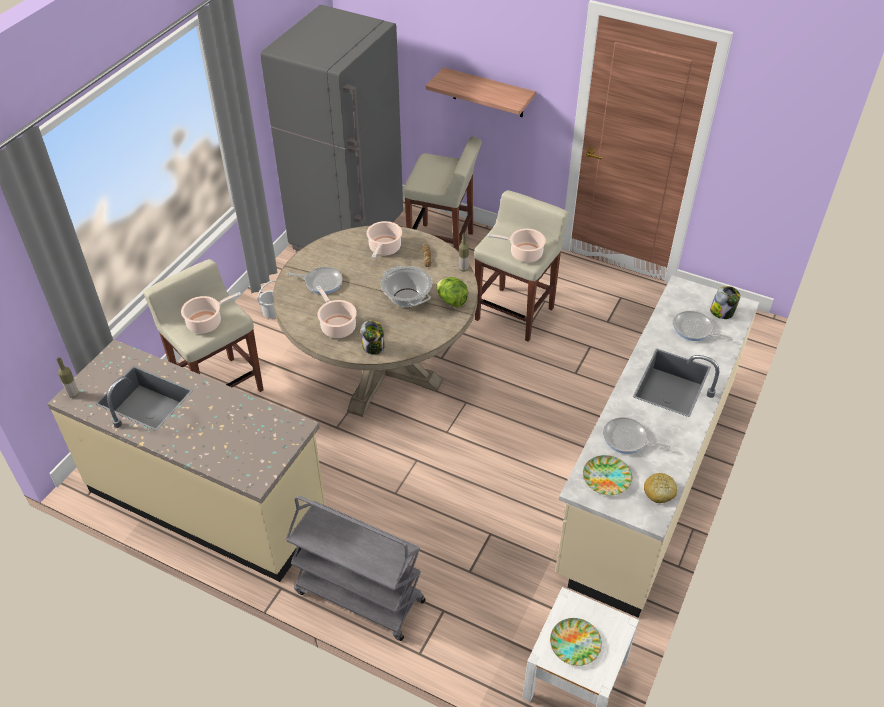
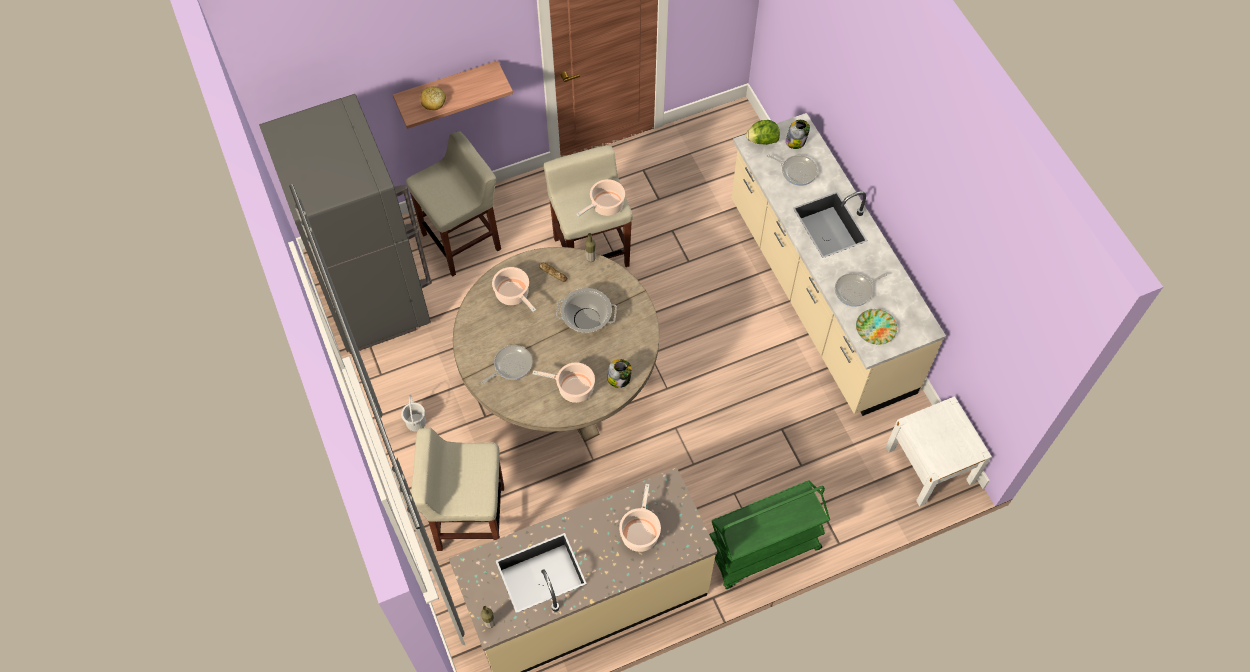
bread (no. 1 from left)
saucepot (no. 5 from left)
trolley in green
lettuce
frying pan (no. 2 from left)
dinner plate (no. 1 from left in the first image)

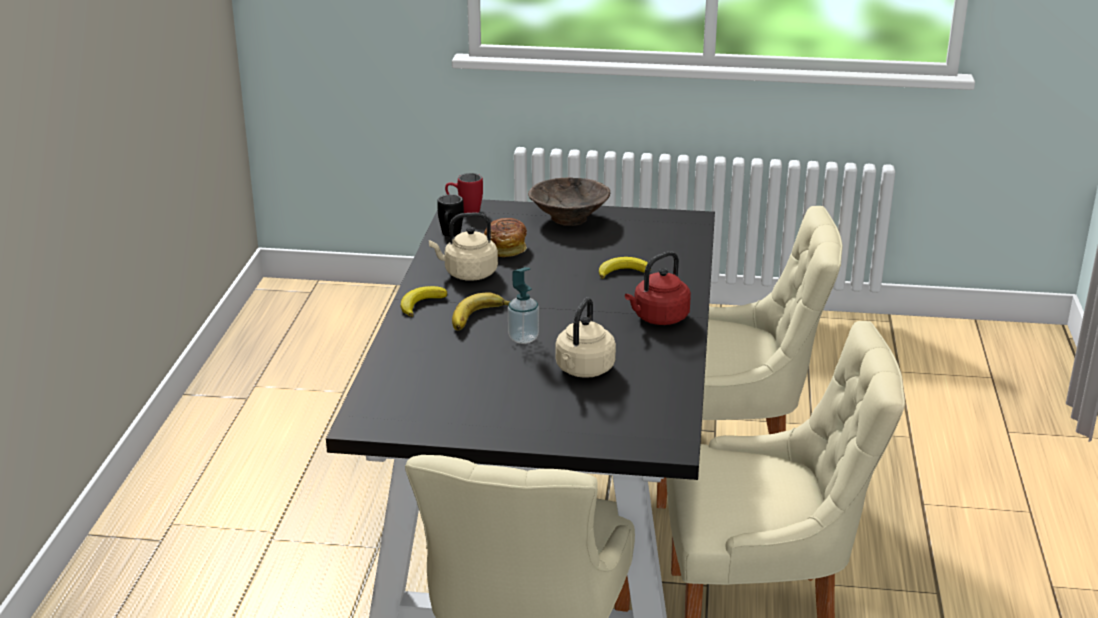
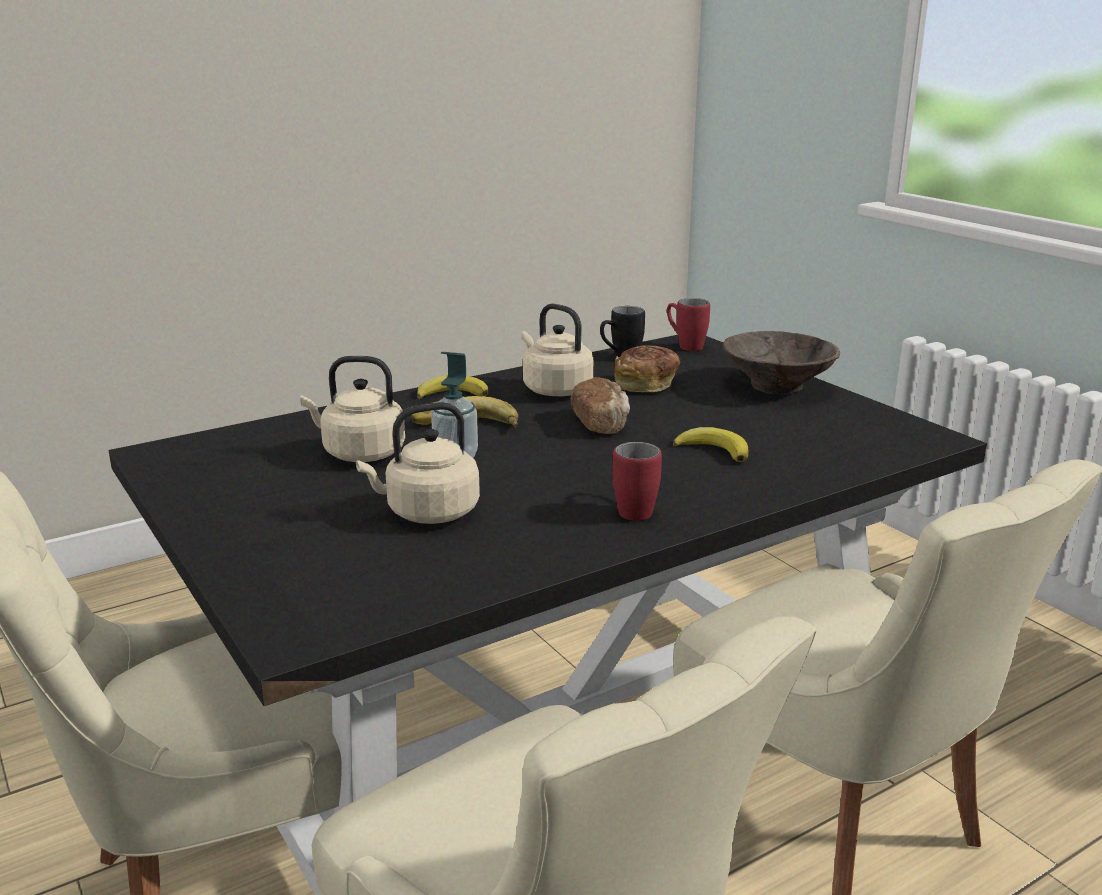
tea kettle in sand-coloured (no. 1 from left)
bread (no. 1 from left)
coffee mug in red-coloured (no. 1 from left)

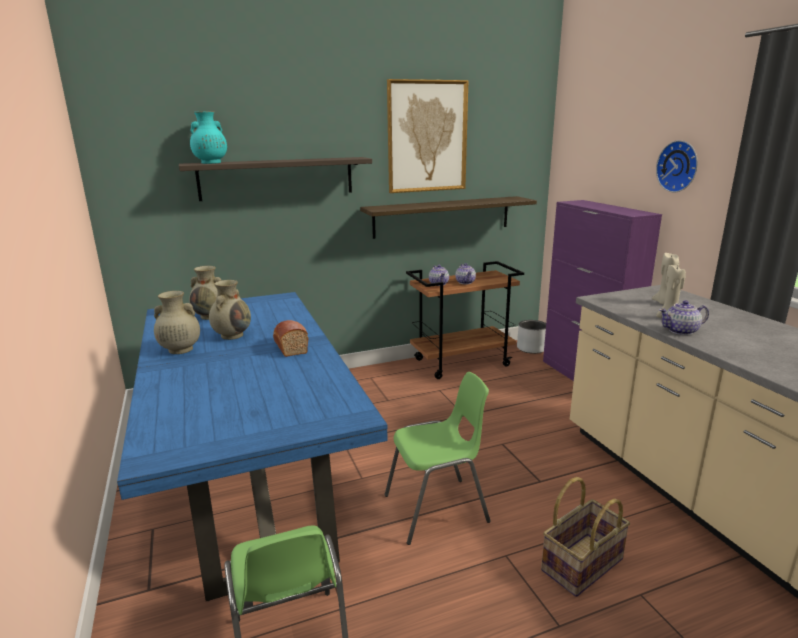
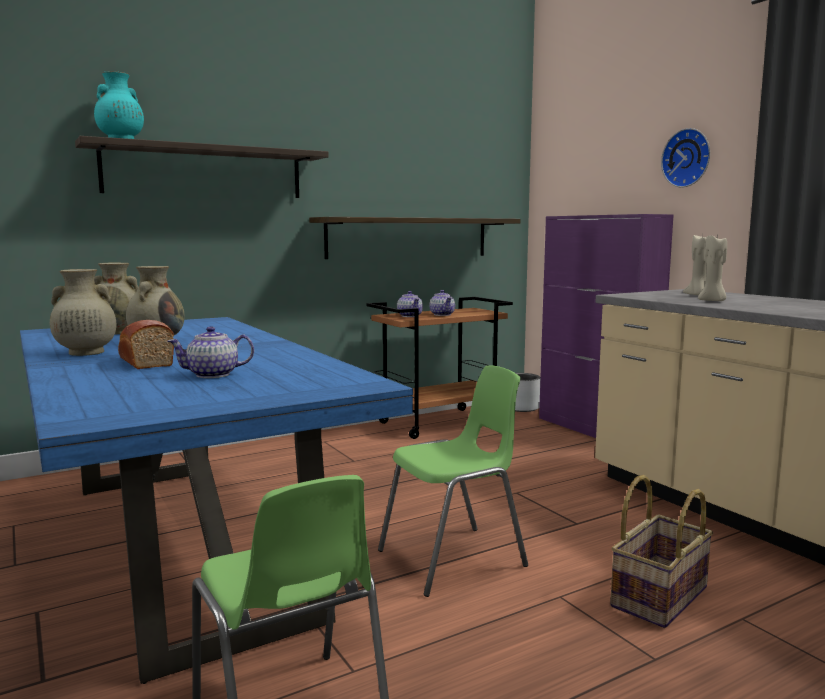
bread
tea pot (no. 1 from left)
wall picture

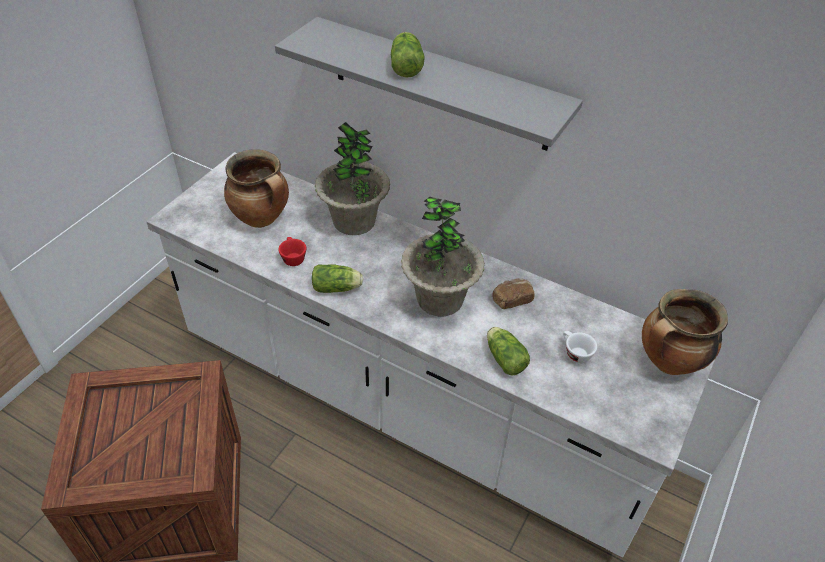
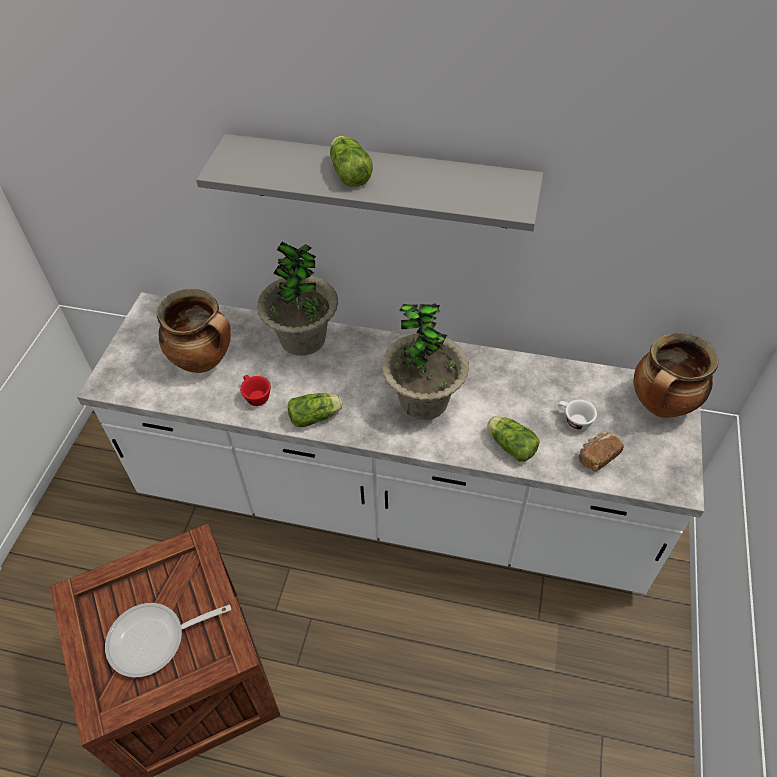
frying pan
bread

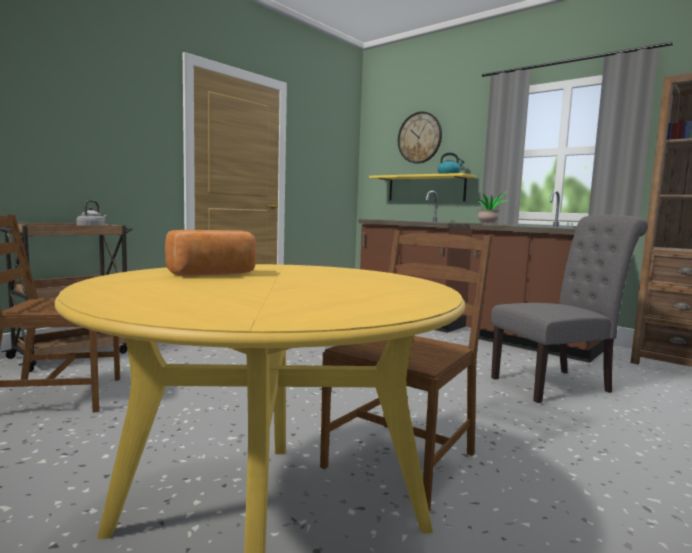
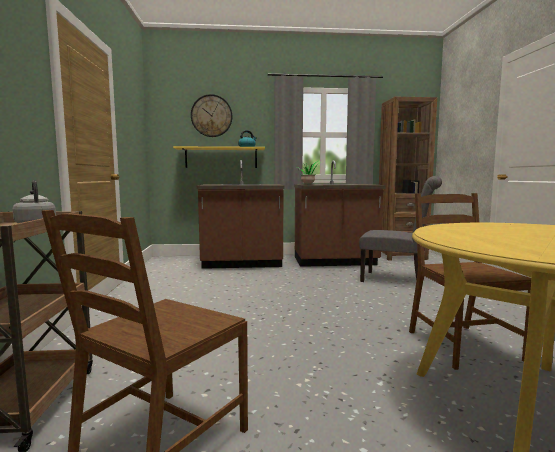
upright chair in gray
bread

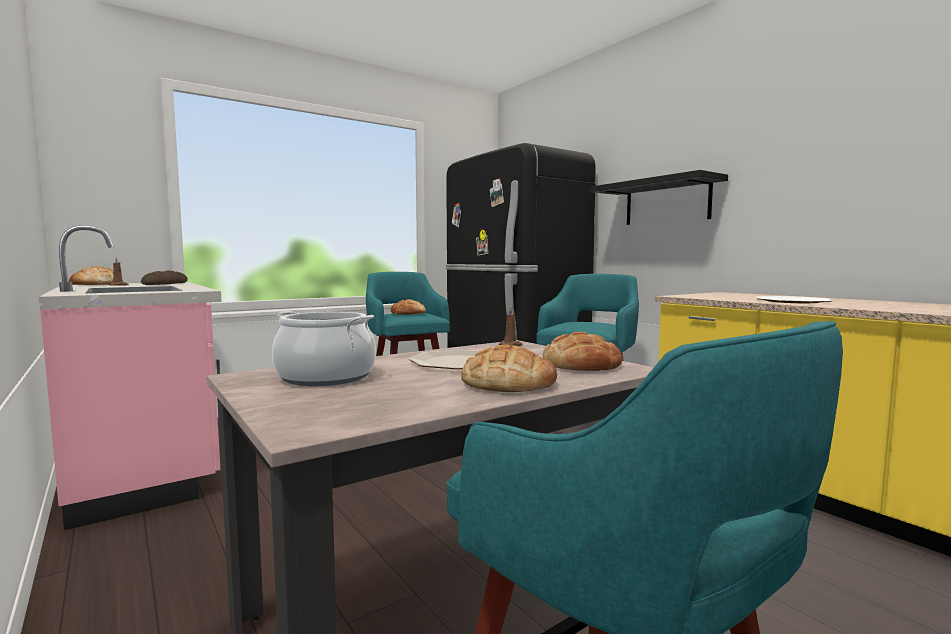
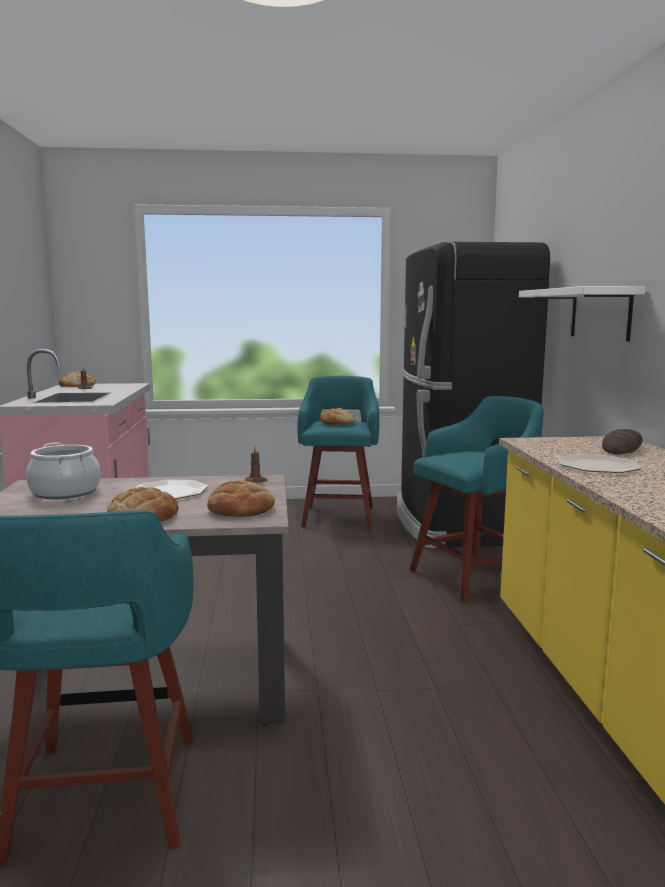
wall shelf in whitish
bread (no. 5 from left)

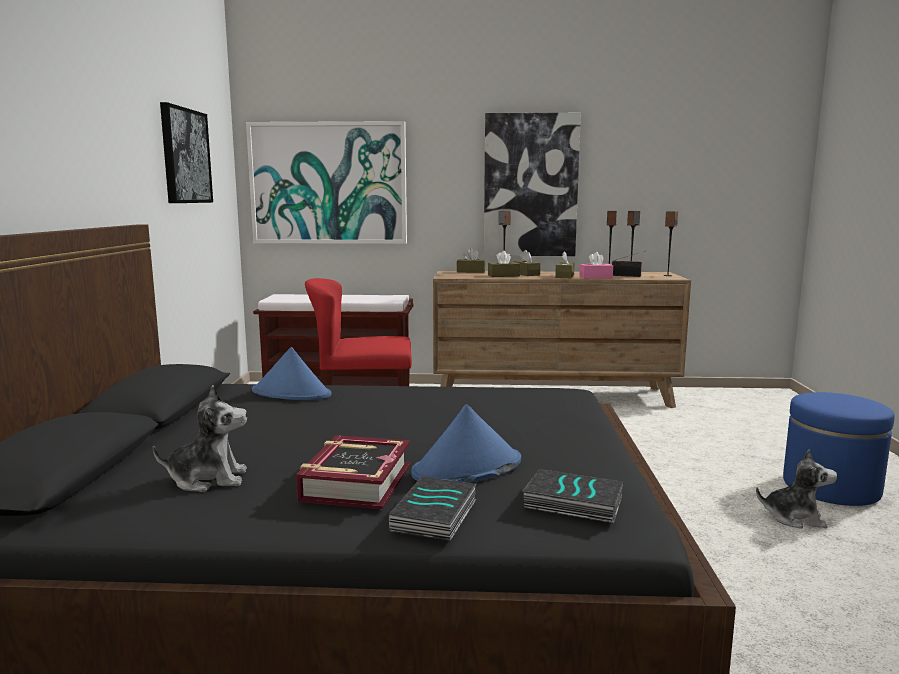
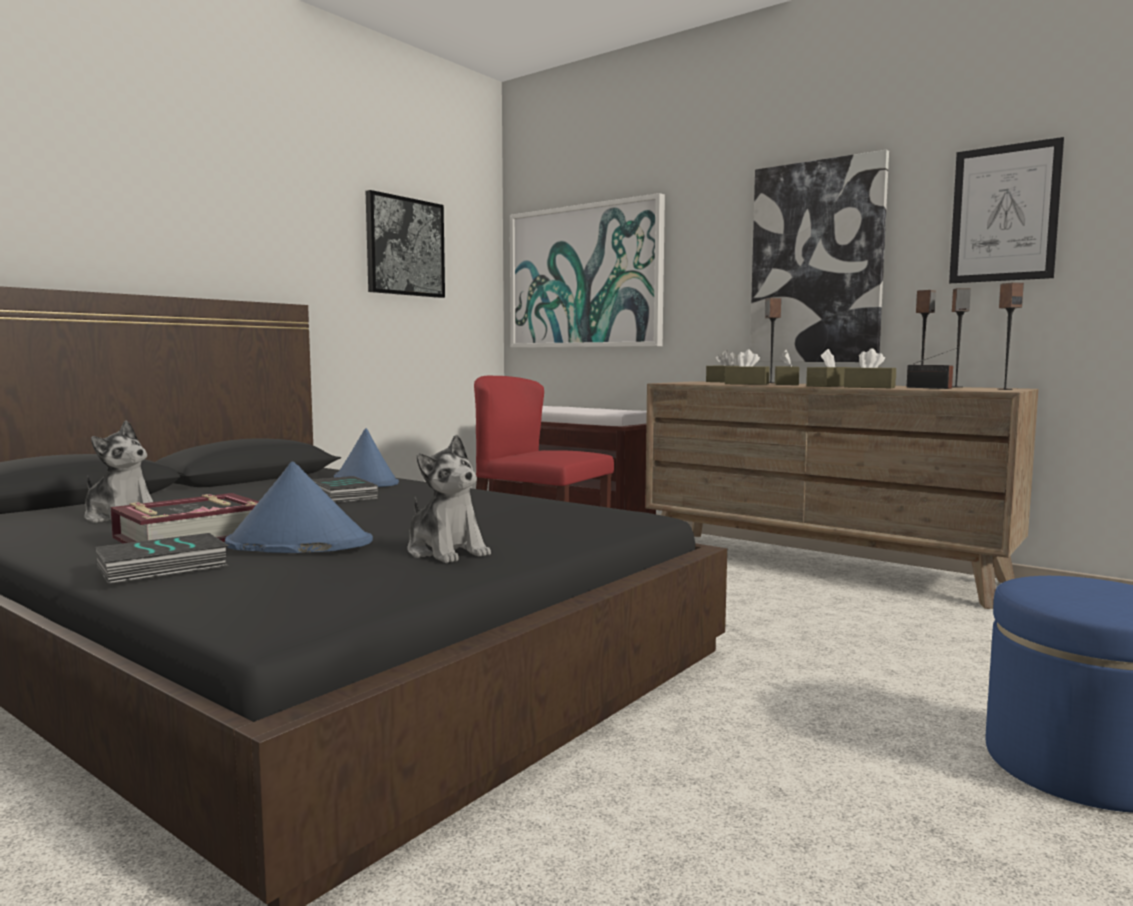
bound book (no. 3 from left)
soft toy (no. 2 from left)
tissue box in brownish (no. 5 from left)
wall picture (no. 4 from left)

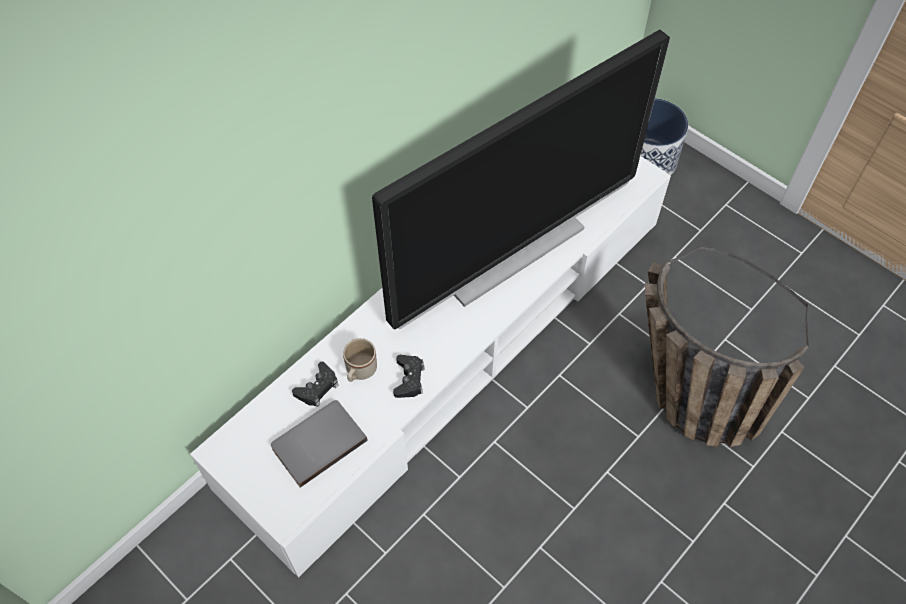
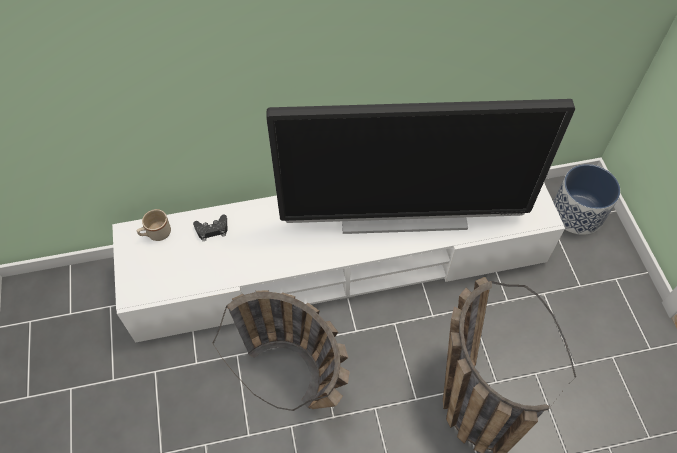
coffee mug in sand-coloured
household basket (no. 1 from left)
bound book in gray
game controller in black-coloured (no. 2 from left in the first image)

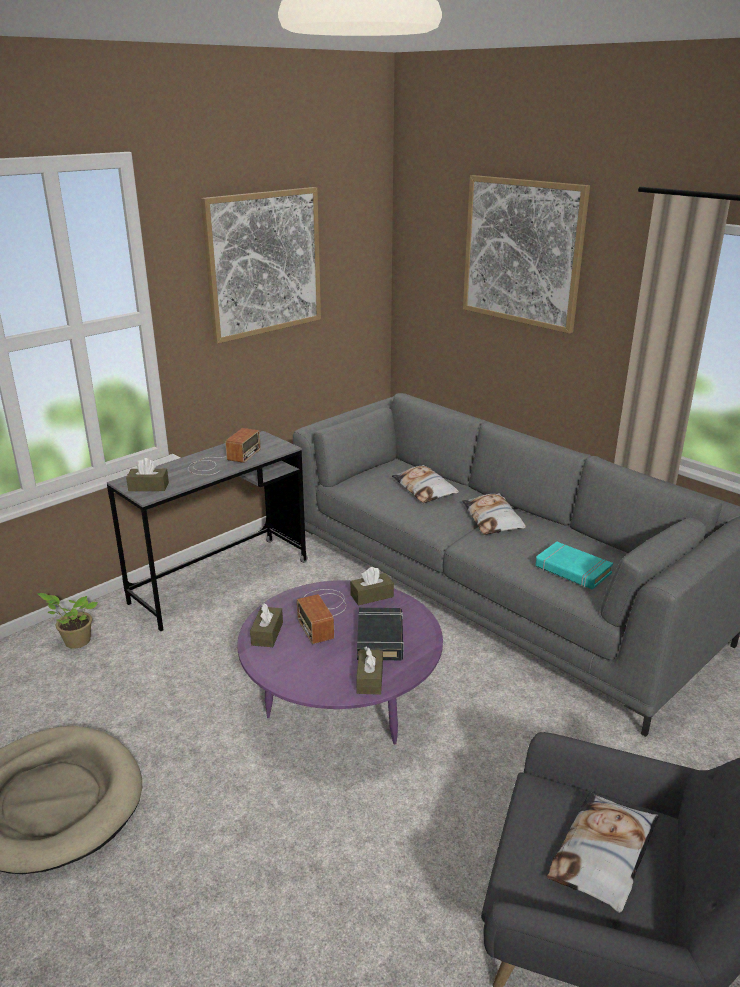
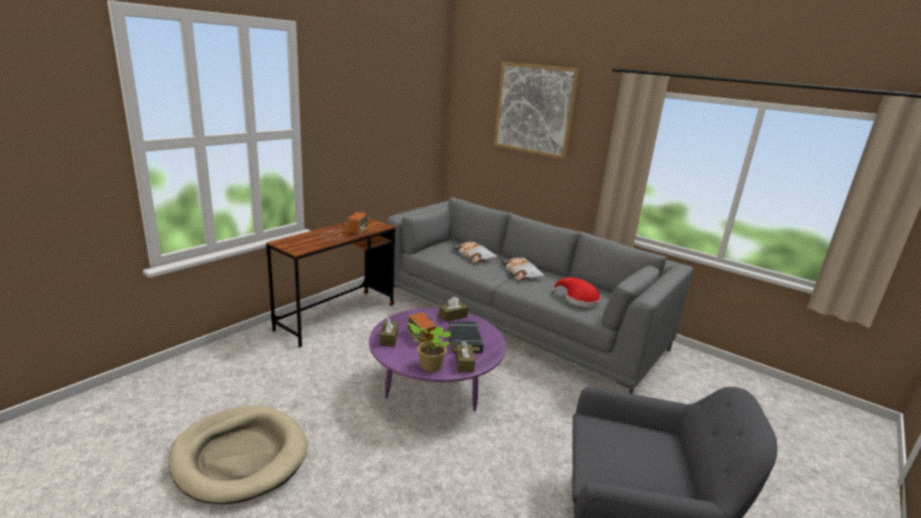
desk unit in brownish
houseplant
clothing hat in red-coloured
tissue box in brownish (no. 1 from left in the first image)
wall picture (no. 1 from left in the first image)
cushion (no. 3 from left in the first image)

